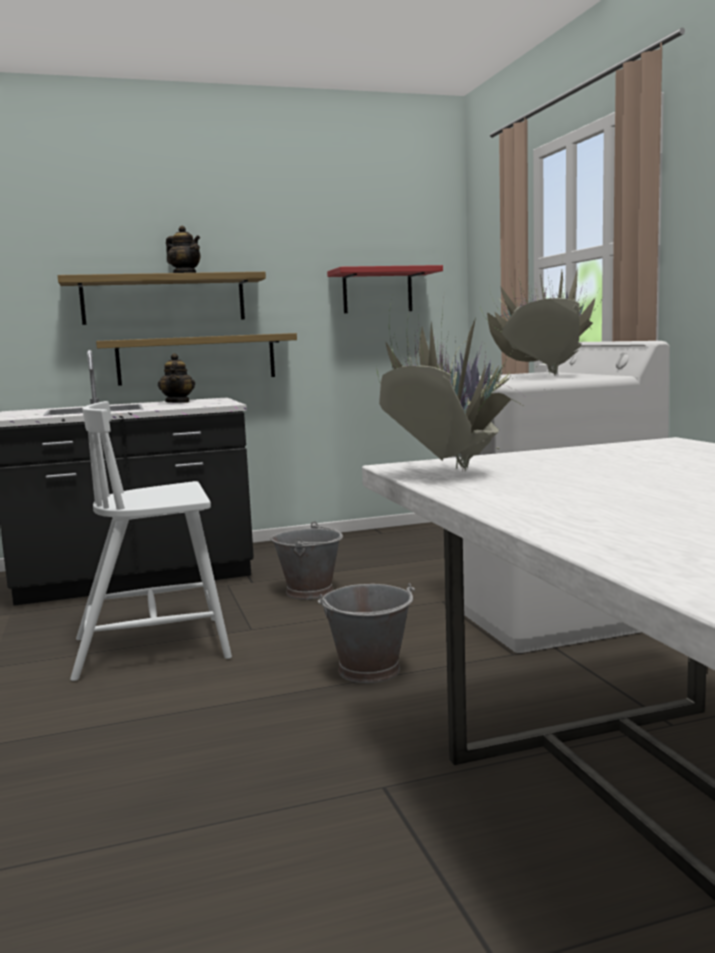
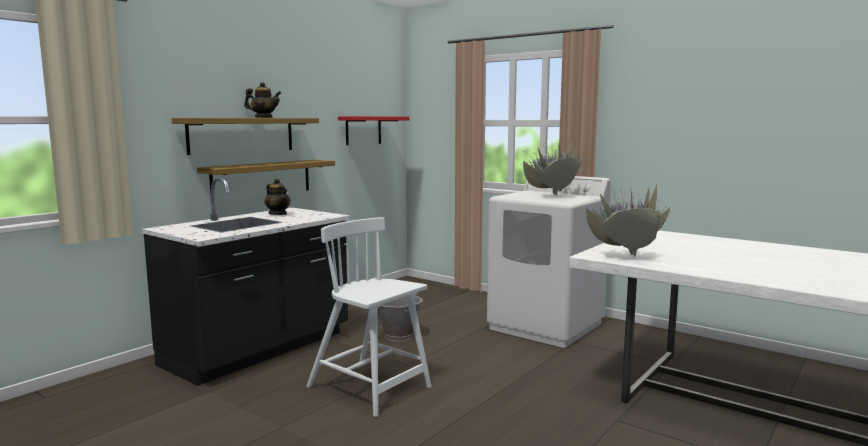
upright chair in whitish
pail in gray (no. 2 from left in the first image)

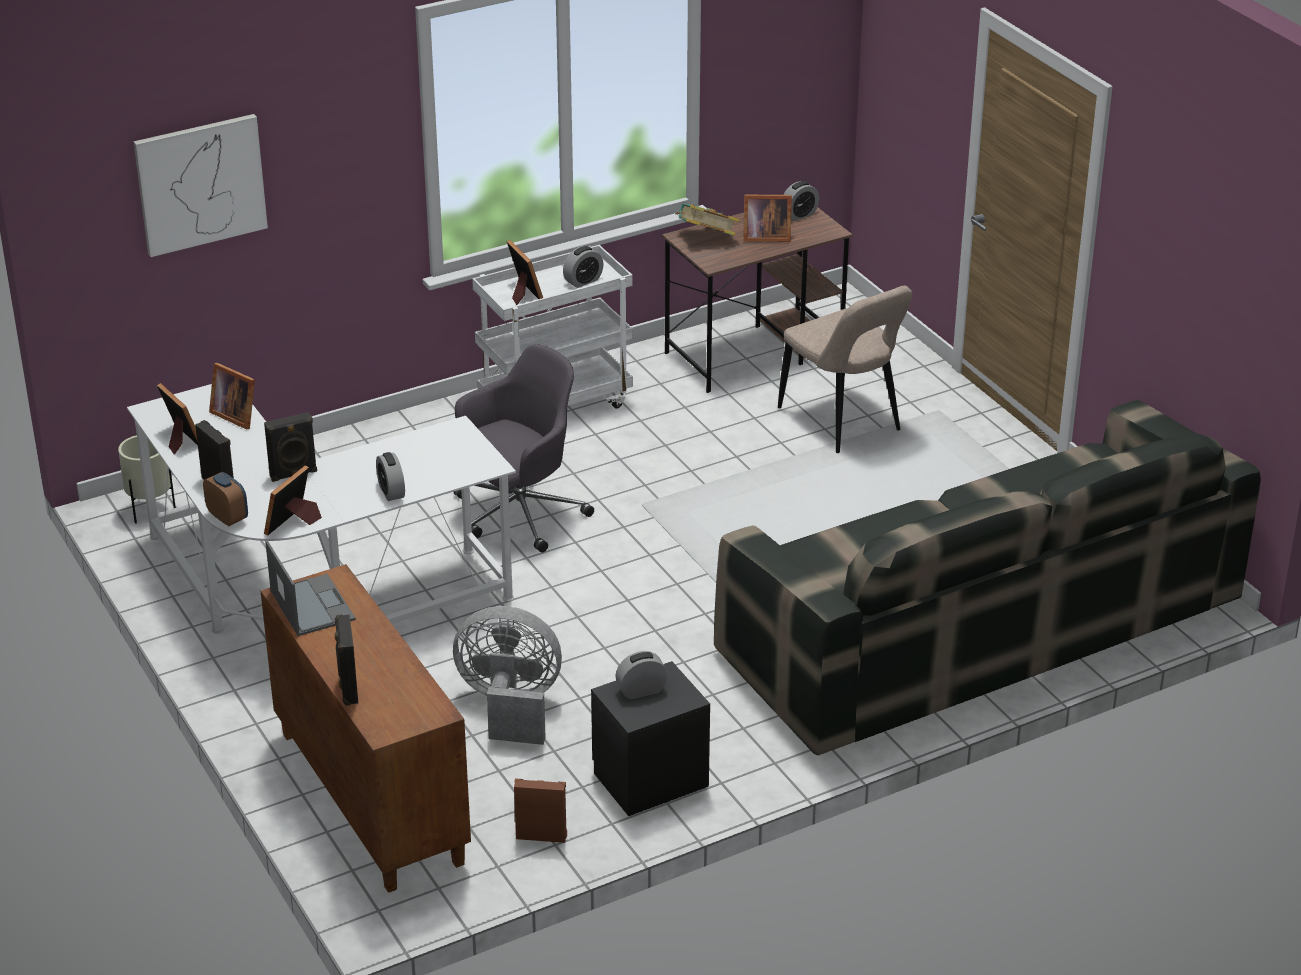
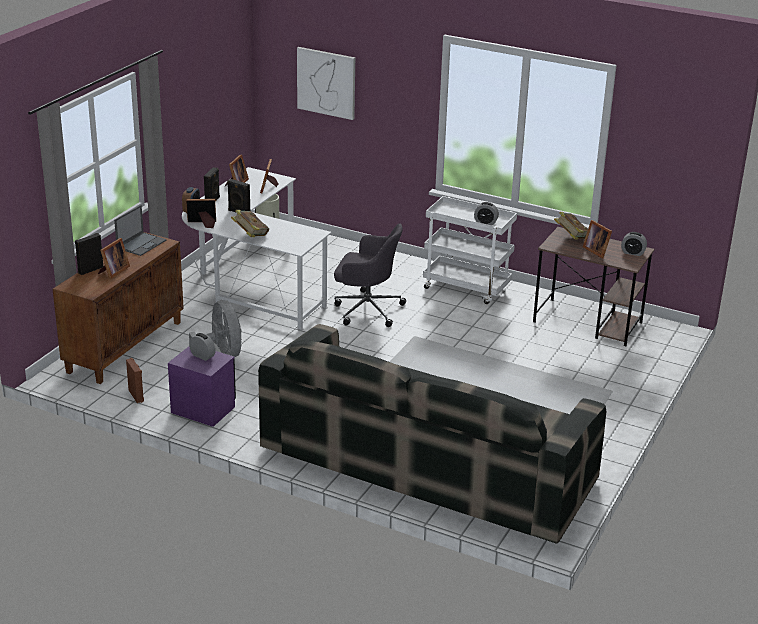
picture frame (no. 1 from left)
bedside table in purple-coloured
bound book (no. 1 from left)
upright chair in sand-coloured

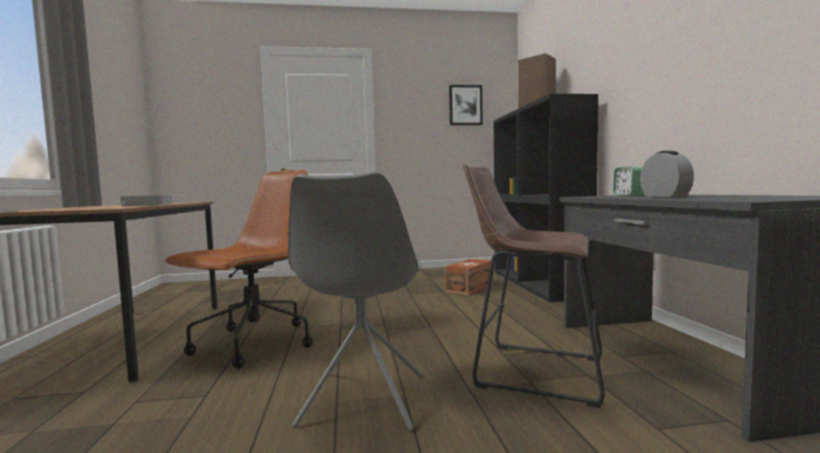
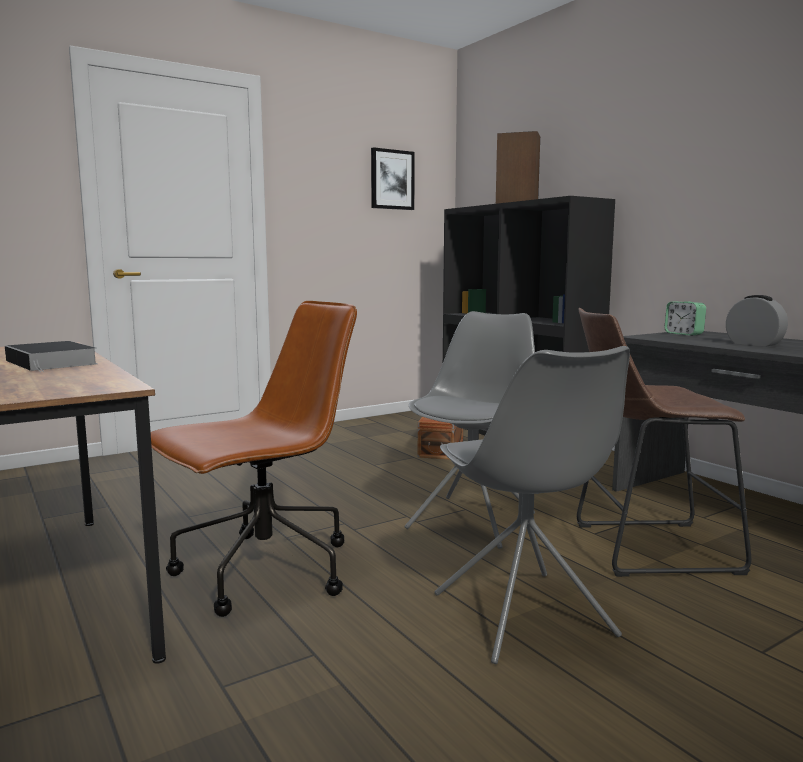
office chair in brownish
upright chair in gray (no. 1 from left)

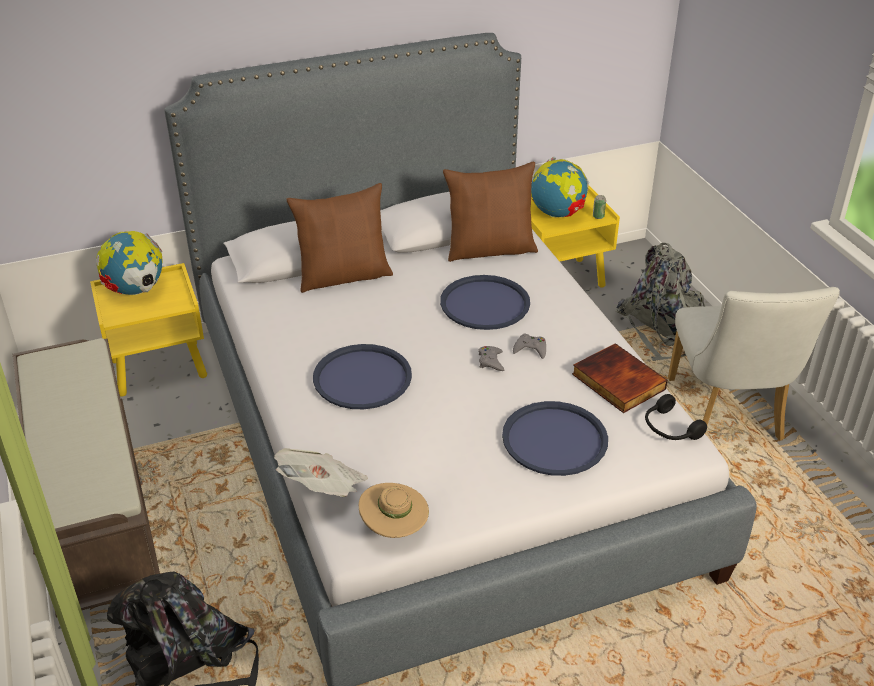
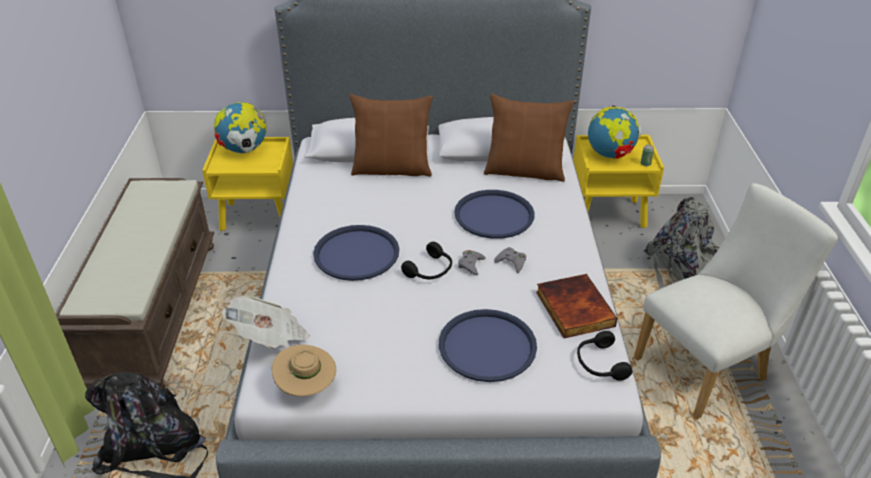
headset in black-coloured (no. 1 from left)
upright chair in whitish

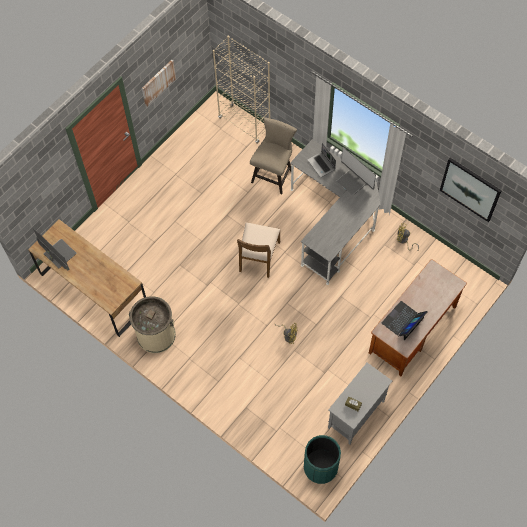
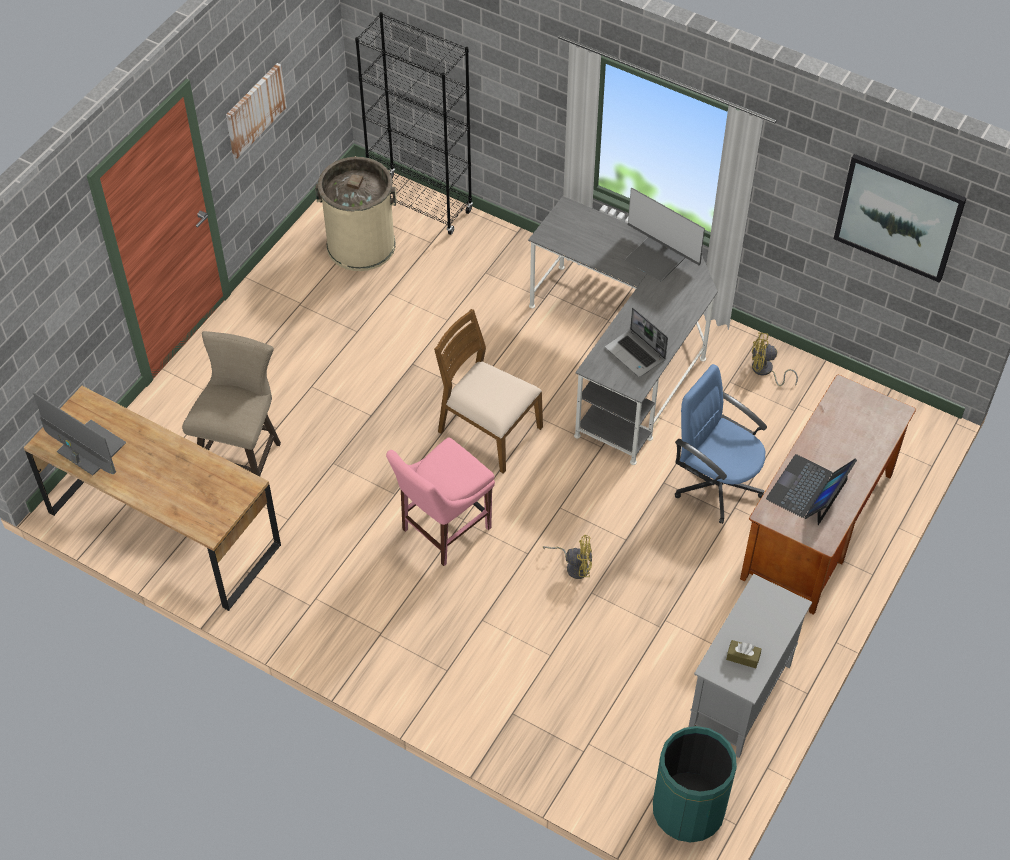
stool seat in sand-coloured
trash can in sand-coloured
shelving unit in black-coloured
upright chair in pinkish
upright chair in brownish
portable computer (no. 1 from left)
office chair in blue-coloured

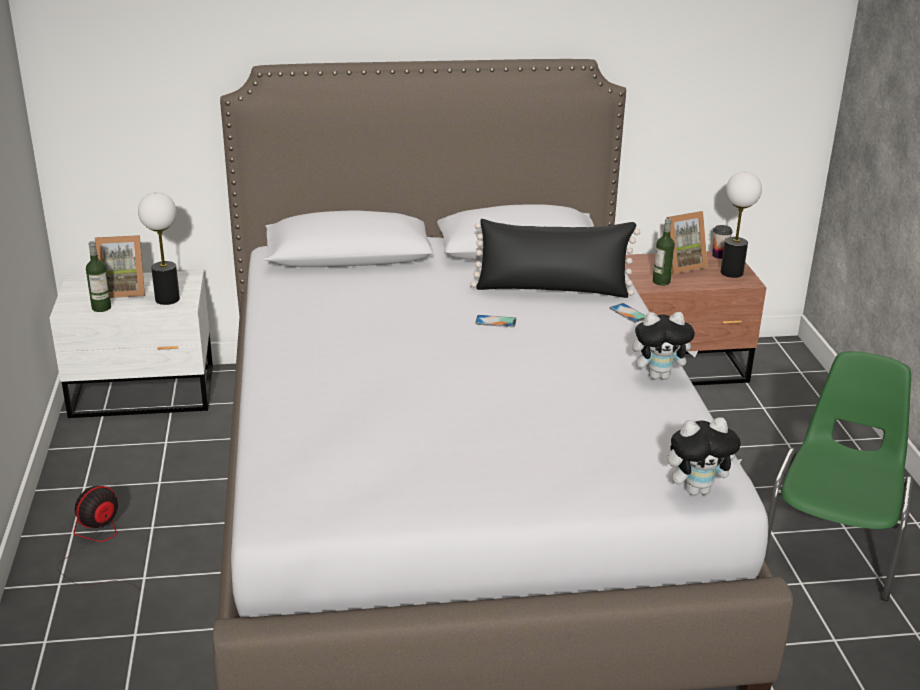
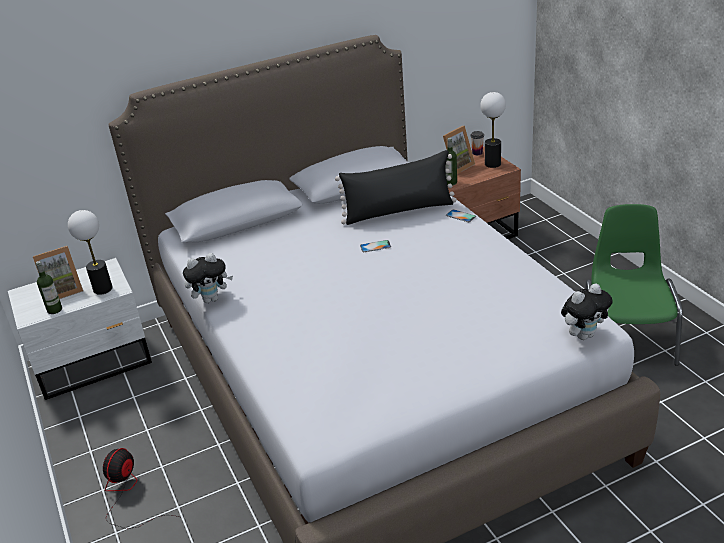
soft toy (no. 1 from left)

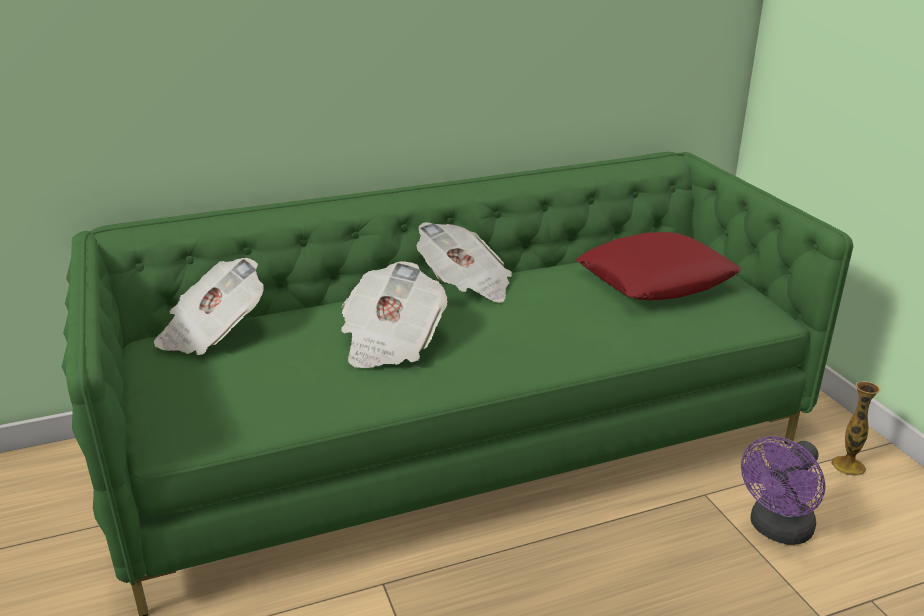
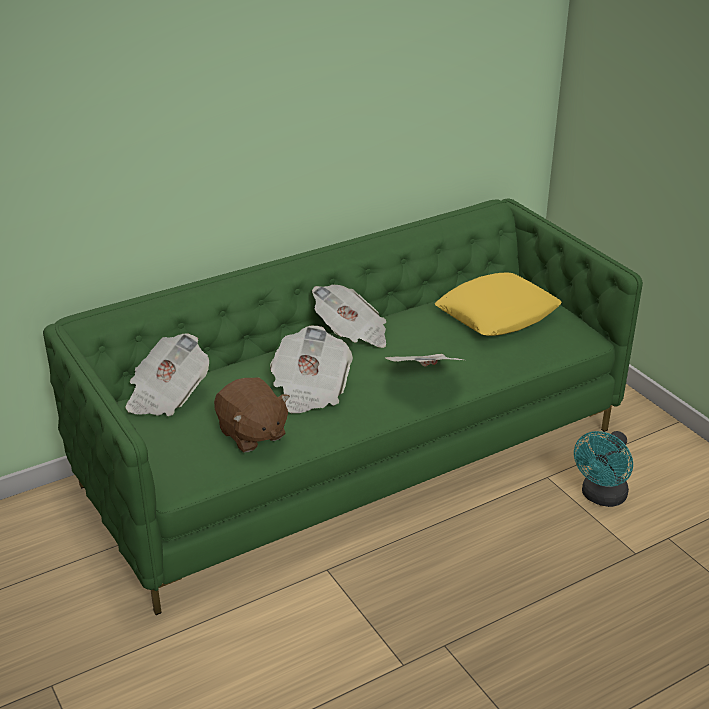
soft toy in brownish
newspaper (no. 4 from left)
cushion in yellowish
cooling fan in turquoise
flower vase

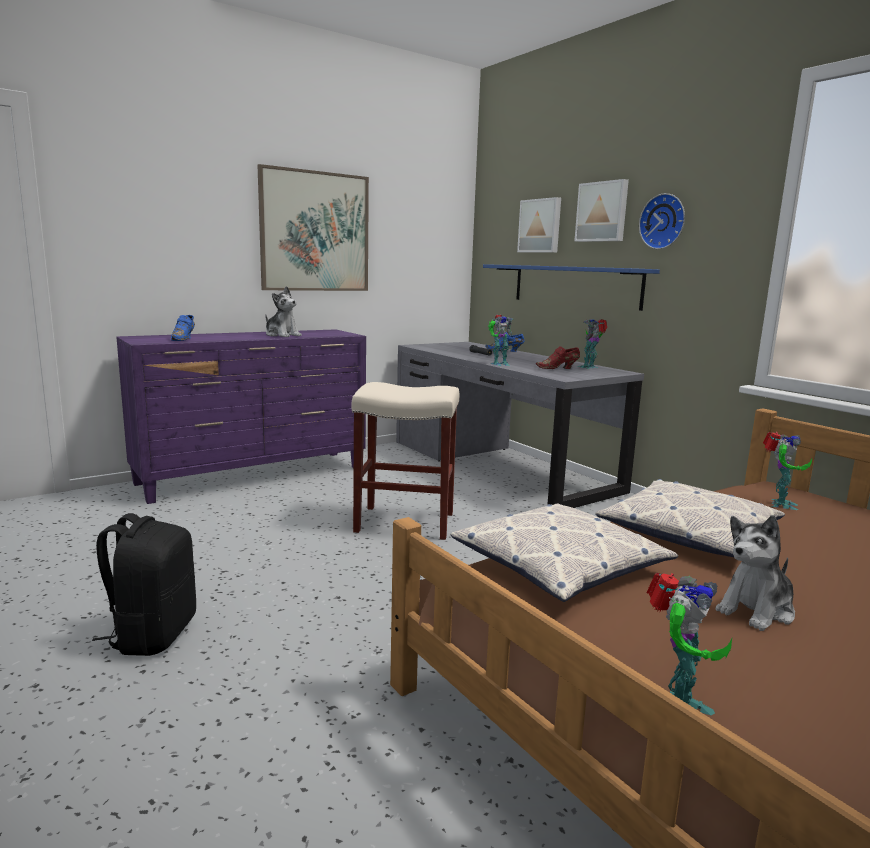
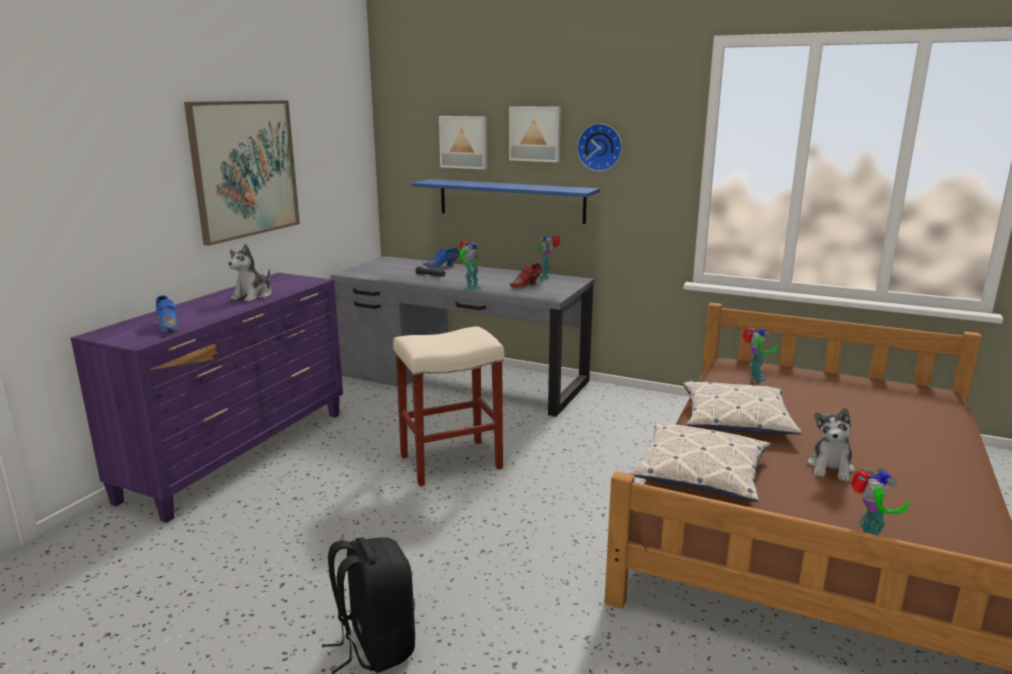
soft toy (no. 1 from left)

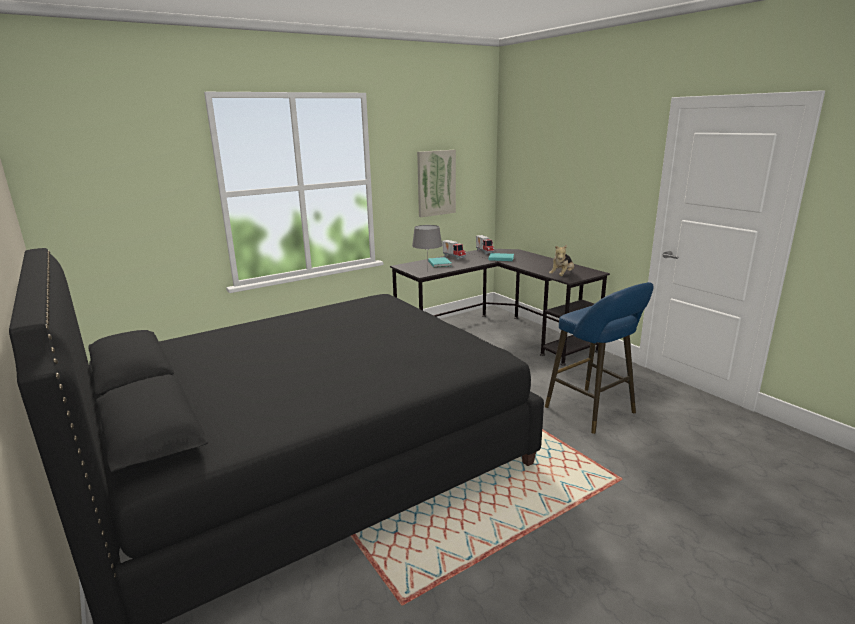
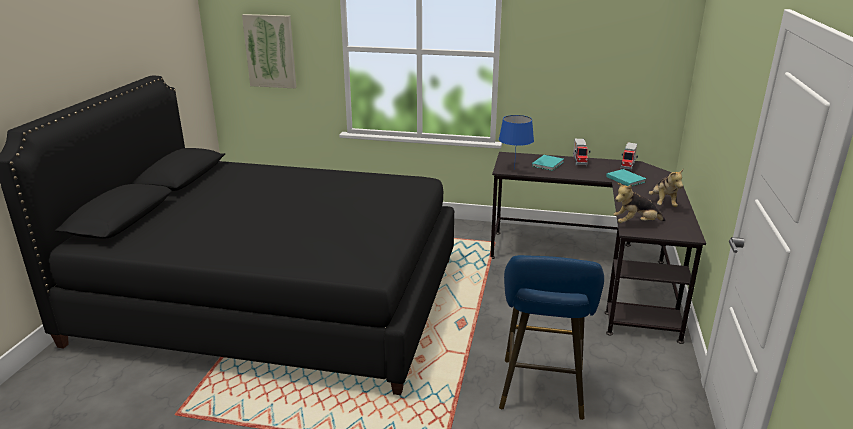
wall picture
table lamp in blue-coloured
soft toy (no. 2 from left)

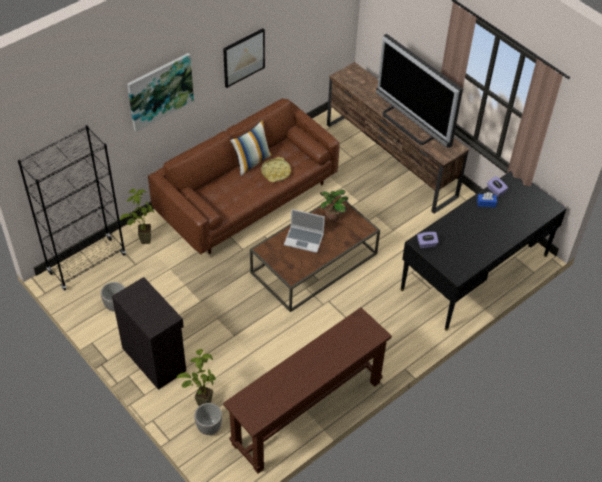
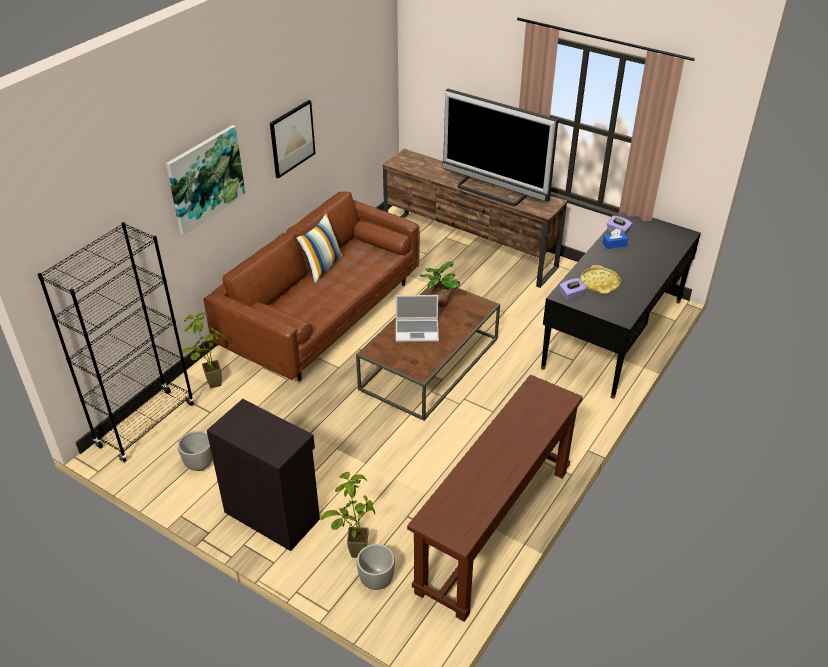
serving tray in yellowish

